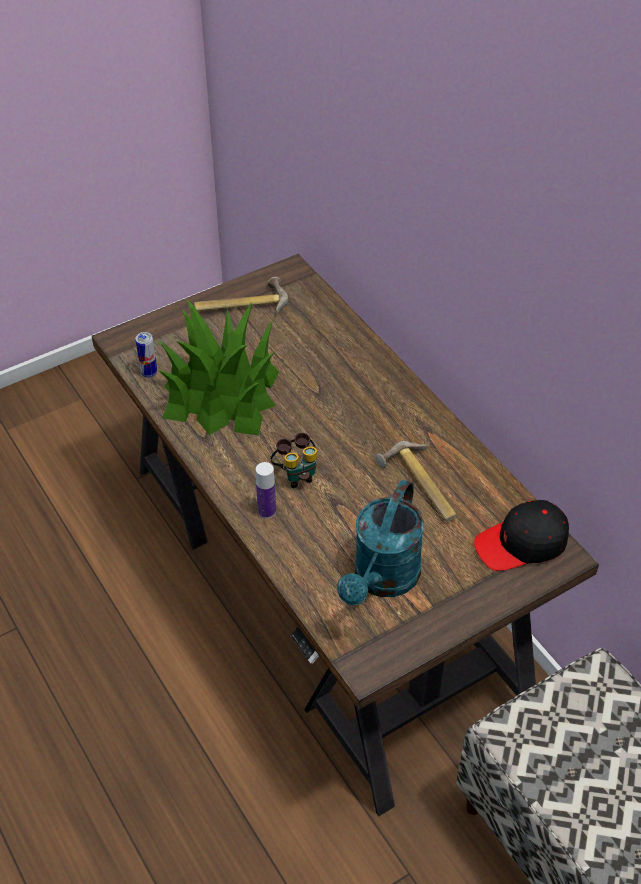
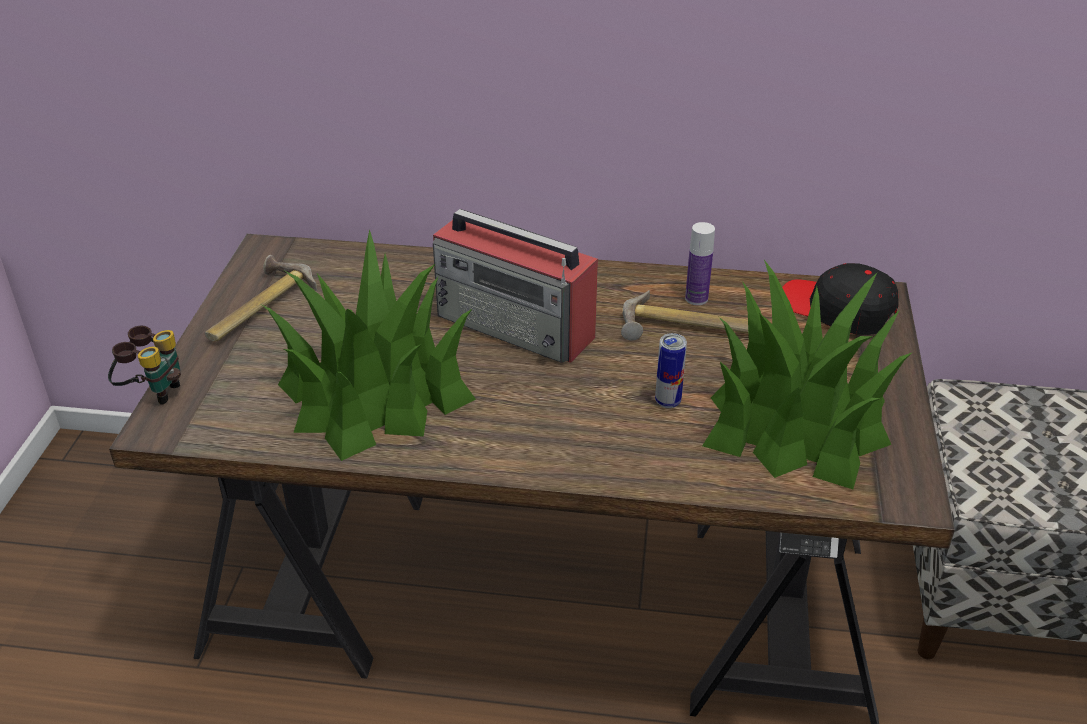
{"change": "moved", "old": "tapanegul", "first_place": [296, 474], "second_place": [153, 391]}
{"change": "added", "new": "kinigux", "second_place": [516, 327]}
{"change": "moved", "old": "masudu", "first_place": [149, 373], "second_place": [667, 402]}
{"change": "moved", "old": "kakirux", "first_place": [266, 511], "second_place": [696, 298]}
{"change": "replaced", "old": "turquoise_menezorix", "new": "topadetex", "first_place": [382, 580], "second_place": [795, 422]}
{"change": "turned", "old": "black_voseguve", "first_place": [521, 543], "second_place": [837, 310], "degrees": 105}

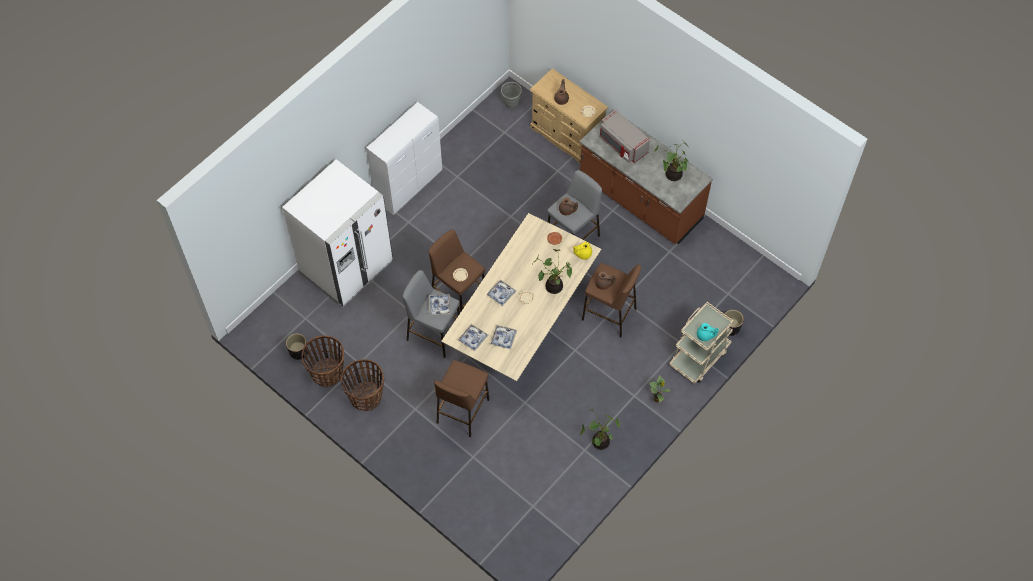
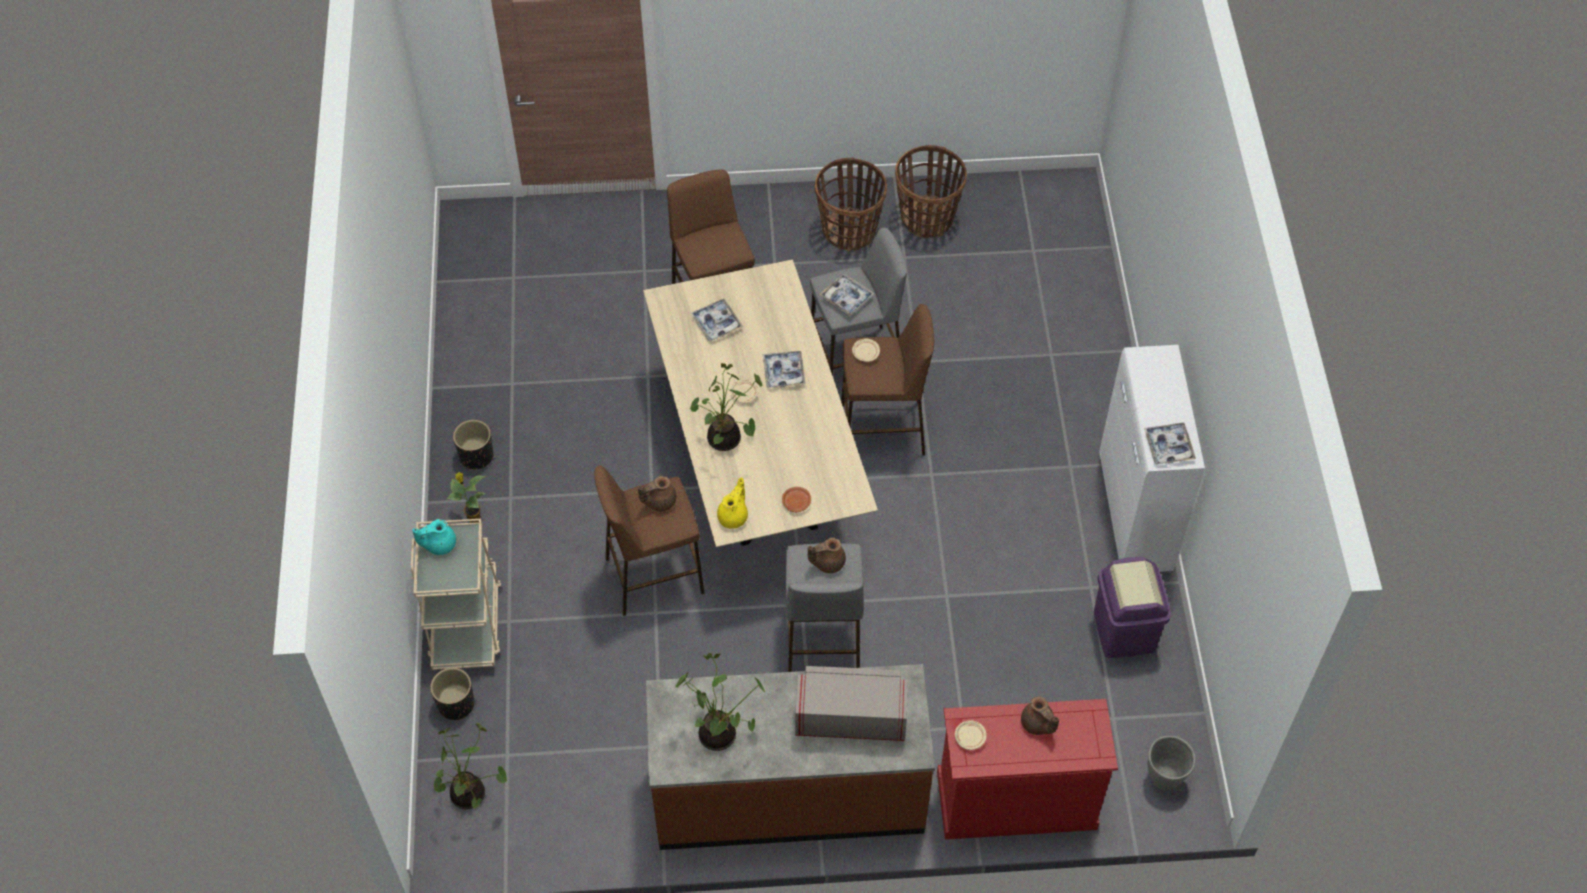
{"change": "moved", "old": "topadetex", "first_place": [599, 441], "second_place": [471, 794]}
{"change": "moved", "old": "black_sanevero", "first_place": [298, 352], "second_place": [476, 456]}
{"change": "recoloured", "old": "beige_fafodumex", "new": "red_fafodumex", "first_place": [567, 136], "second_place": [1016, 800]}
{"change": "added", "new": "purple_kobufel", "second_place": [1123, 631]}
{"change": "moved", "old": "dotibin", "first_place": [473, 339], "second_place": [1168, 447]}
{"change": "removed", "old": "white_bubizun", "first_place": [346, 267]}

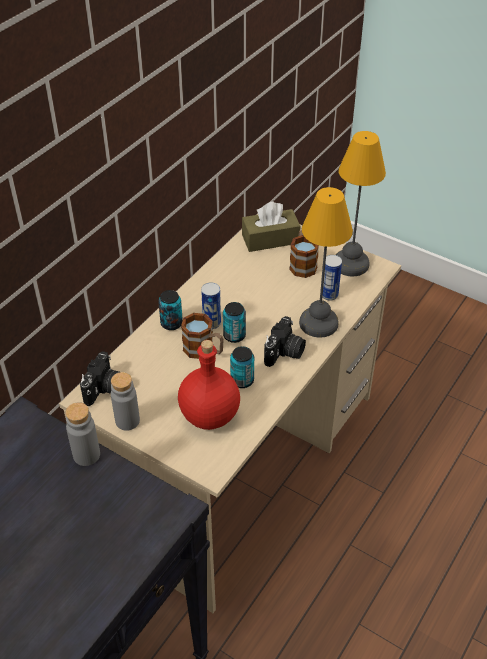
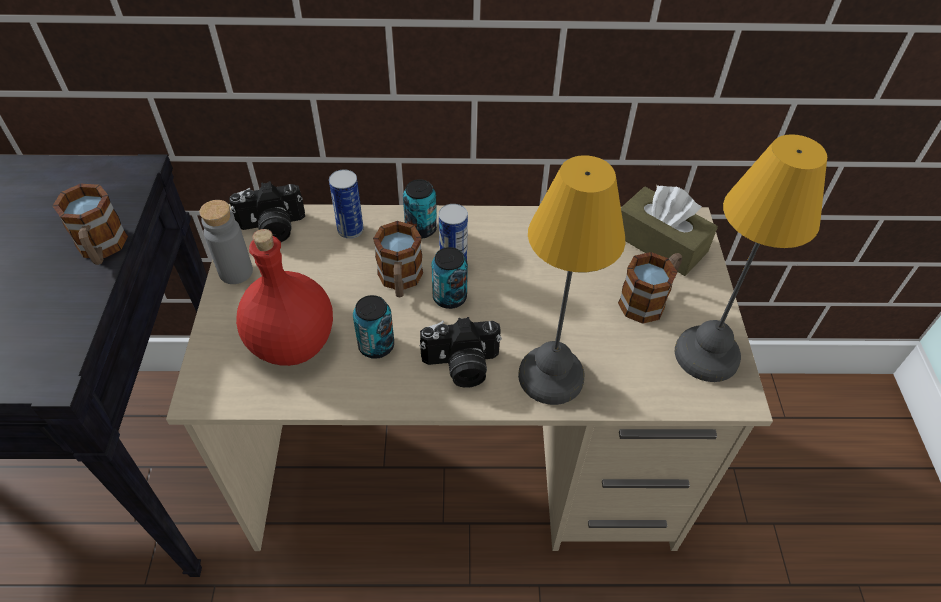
{"change": "replaced", "old": "grey_kakirux", "new": "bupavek", "first_place": [86, 455], "second_place": [102, 249]}
{"change": "moved", "old": "masudu", "first_place": [329, 295], "second_place": [350, 230]}

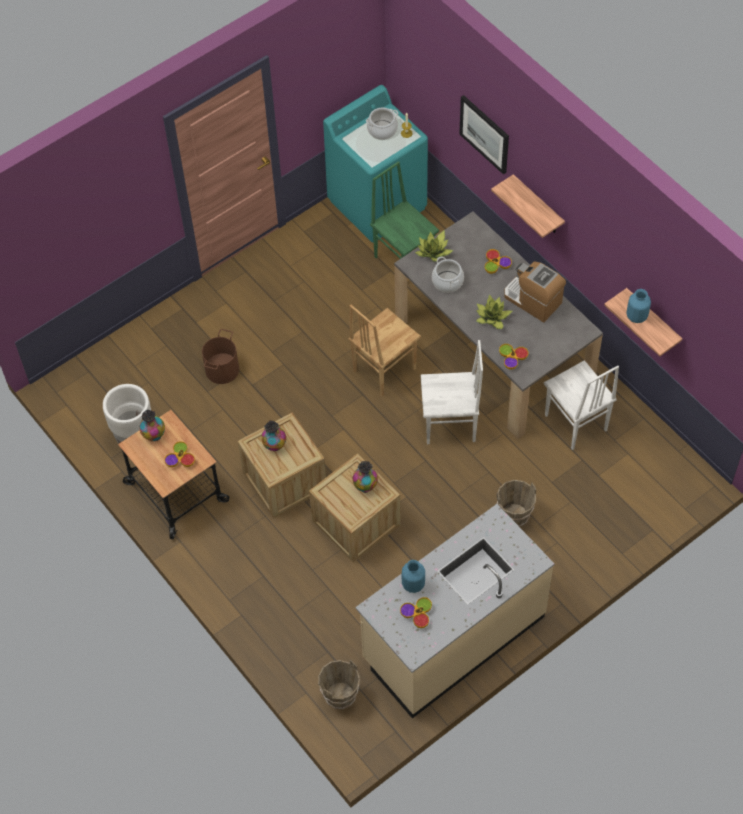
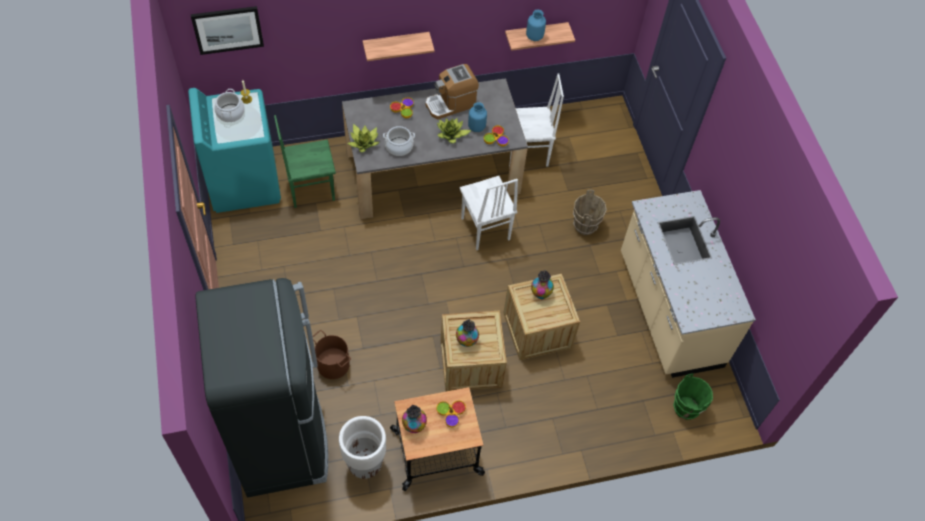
{"change": "moved", "old": "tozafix", "first_place": [485, 134], "second_place": [228, 29]}
{"change": "added", "new": "black_bubizun", "second_place": [282, 439]}
{"change": "turned", "old": "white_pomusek", "first_place": [450, 426], "second_place": [484, 229], "degrees": 135}
{"change": "moved", "old": "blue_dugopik", "first_place": [413, 584], "second_place": [476, 127]}
{"change": "recoloured", "old": "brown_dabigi", "new": "green_dabigi", "first_place": [340, 696], "second_place": [685, 408]}
{"change": "removed", "old": "brown_pomusek", "first_place": [383, 369]}
{"change": "removed", "old": "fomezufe", "first_place": [417, 614]}

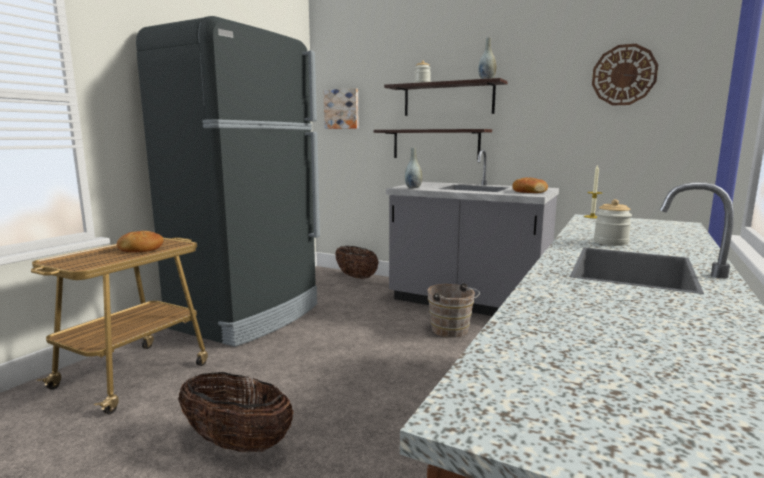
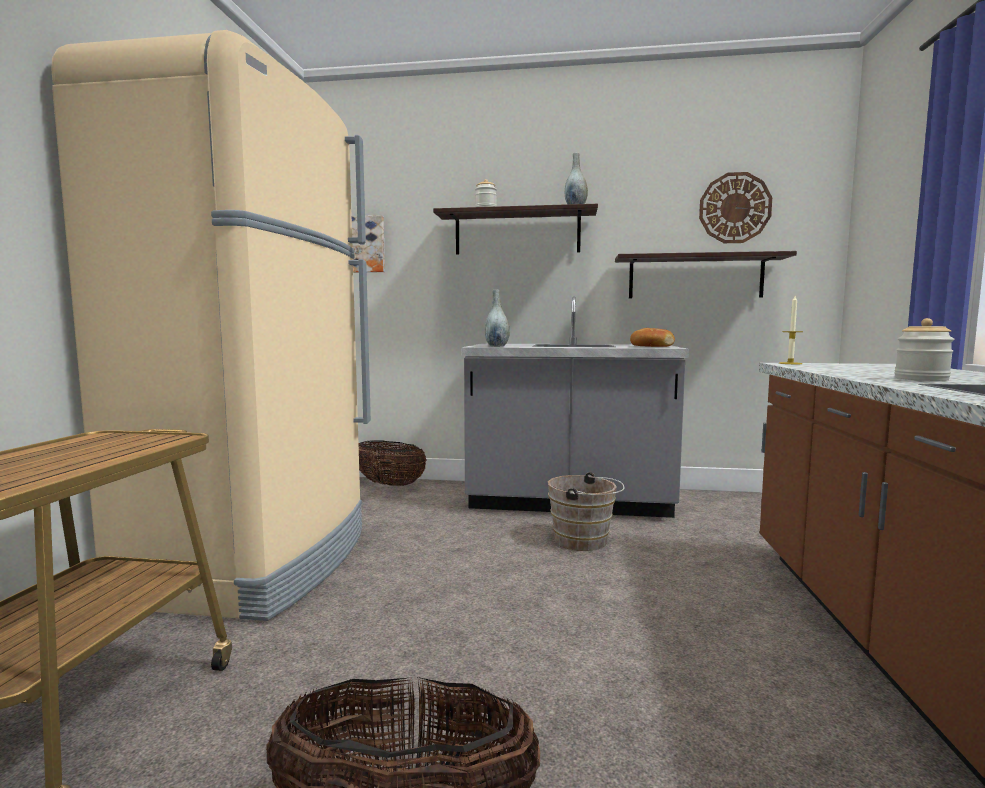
{"change": "recoloured", "old": "black_bubizun", "new": "beige_bubizun", "first_place": [248, 316], "second_place": [257, 563]}
{"change": "moved", "old": "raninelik", "first_place": [435, 144], "second_place": [695, 277]}
{"change": "removed", "old": "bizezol", "first_place": [140, 249]}

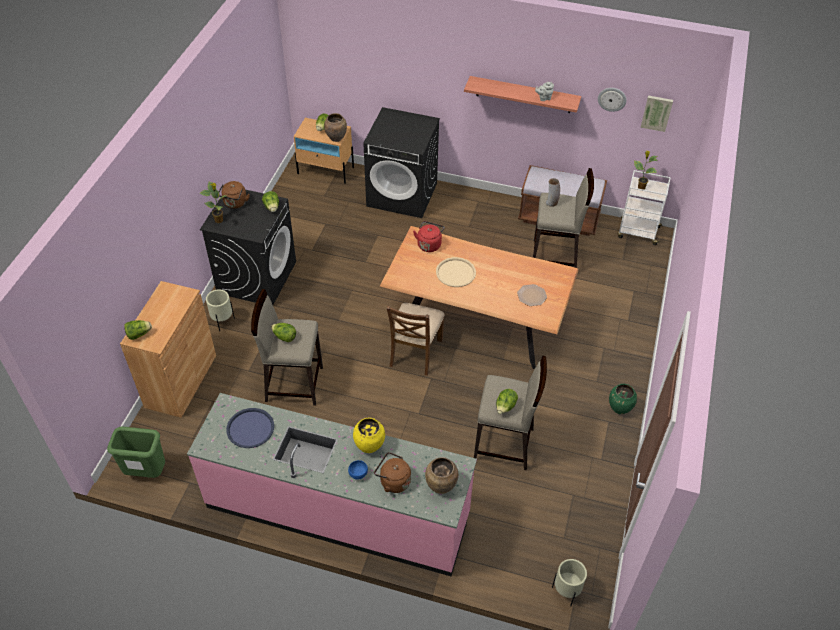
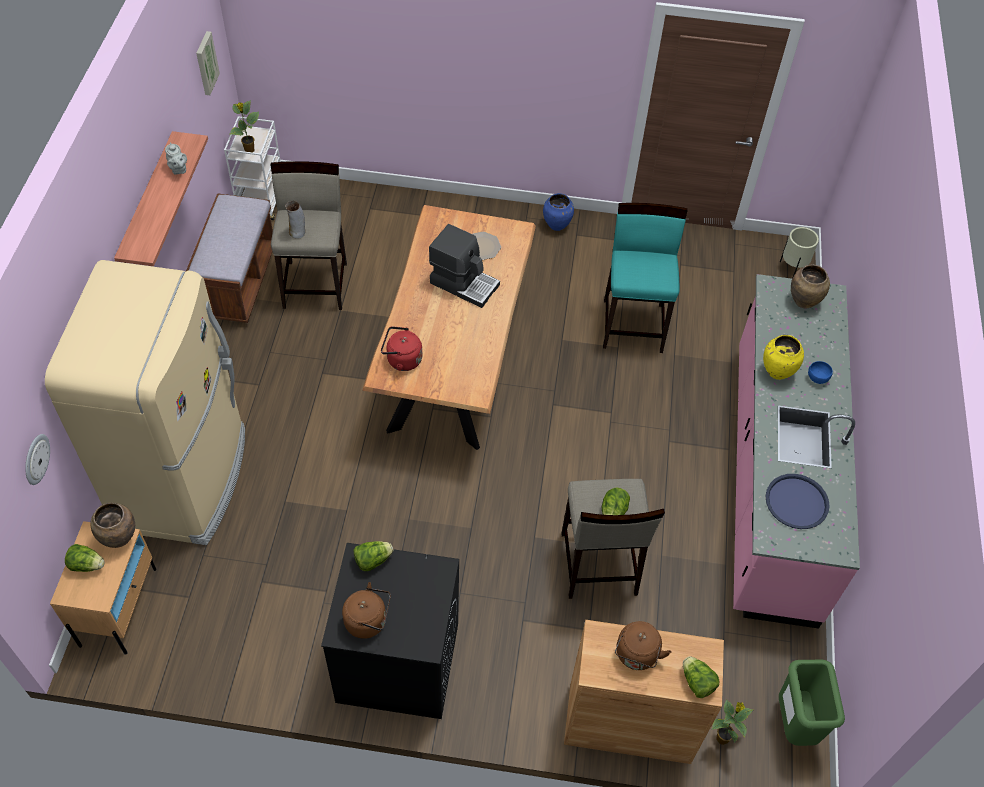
{"change": "moved", "old": "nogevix", "first_place": [612, 99], "second_place": [36, 459]}
{"change": "replaced", "old": "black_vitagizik", "new": "beige_bubizun", "first_place": [402, 194], "second_place": [185, 478]}
{"change": "added", "new": "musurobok", "second_place": [464, 283]}
{"change": "recoloured", "old": "green_dugopik", "new": "blue_dugopik", "first_place": [619, 409], "second_place": [557, 225]}
{"change": "recoloured", "old": "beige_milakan", "new": "turquoise_milakan", "first_place": [504, 444], "second_place": [633, 325]}
{"change": "moved", "old": "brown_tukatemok", "first_place": [393, 481], "second_place": [636, 656]}
{"change": "moved", "old": "topadetex", "first_place": [219, 220], "second_place": [722, 737]}
{"change": "removed", "old": "beige_sanevero", "first_place": [223, 322]}
{"change": "removed", "old": "brown_pomusek", "first_place": [415, 352]}
{"change": "removed", "old": "beige_dotibin", "first_place": [455, 273]}
{"change": "removed", "old": "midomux", "first_place": [505, 407]}

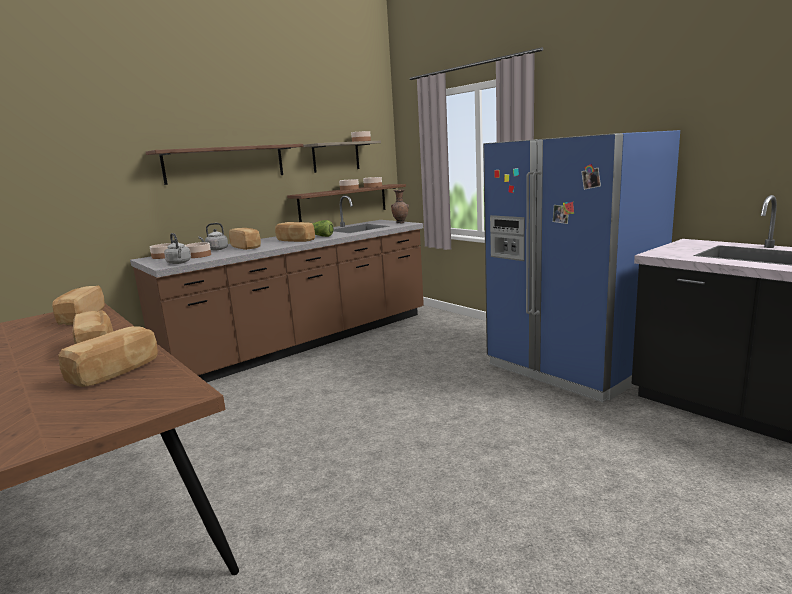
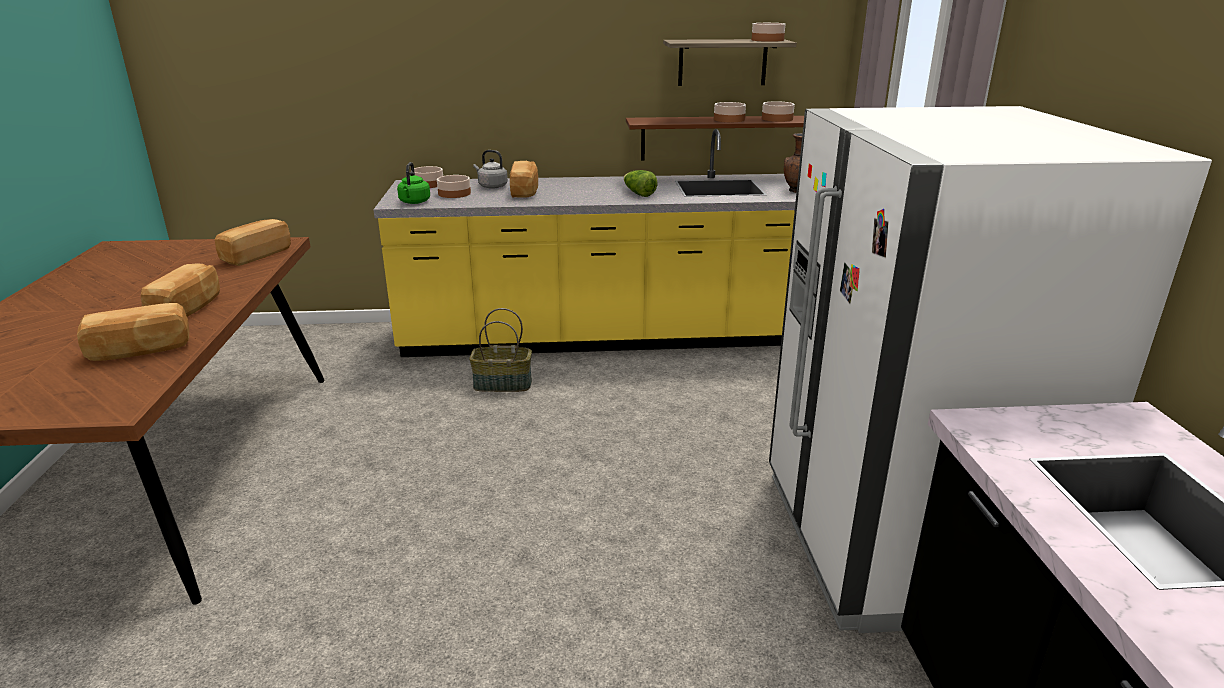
{"change": "recoloured", "old": "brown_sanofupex", "new": "yellow_sanofupex", "first_place": [304, 342], "second_place": [600, 338]}
{"change": "recoloured", "old": "grey_tukatemok", "new": "green_tukatemok", "first_place": [179, 263], "second_place": [414, 202]}
{"change": "added", "new": "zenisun", "second_place": [502, 385]}
{"change": "recoloured", "old": "blue_bubizun", "new": "white_bubizun", "first_place": [571, 367], "second_place": [894, 542]}
{"change": "removed", "old": "brown_raninelik", "first_place": [225, 164]}
{"change": "removed", "old": "bizezol", "first_place": [295, 240]}

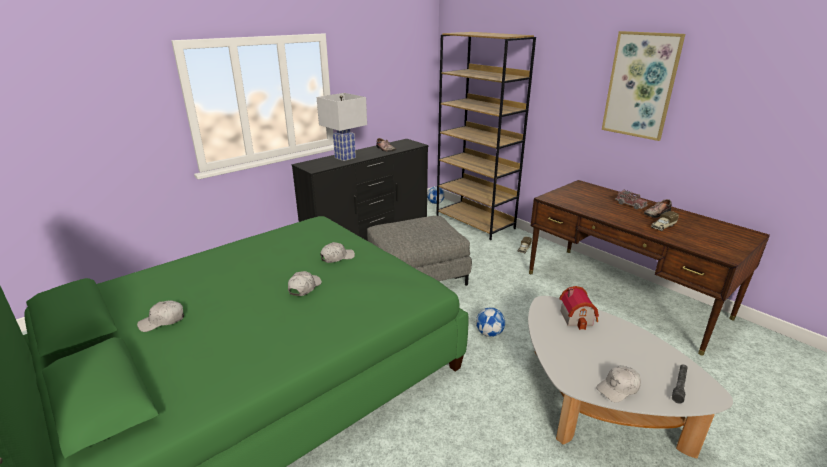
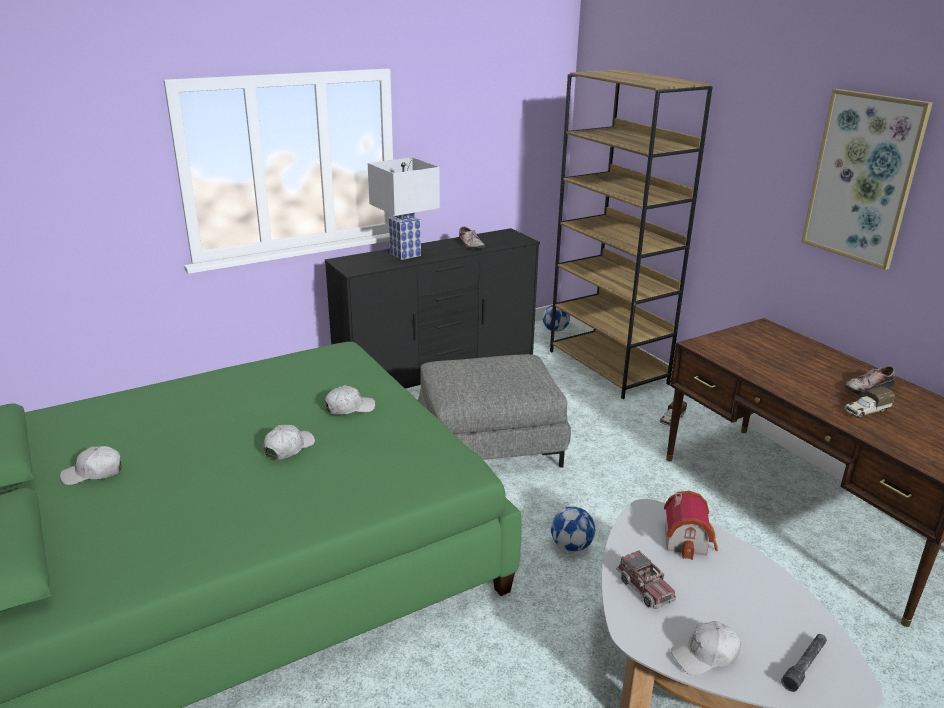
{"change": "moved", "old": "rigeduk", "first_place": [630, 204], "second_place": [645, 588]}

